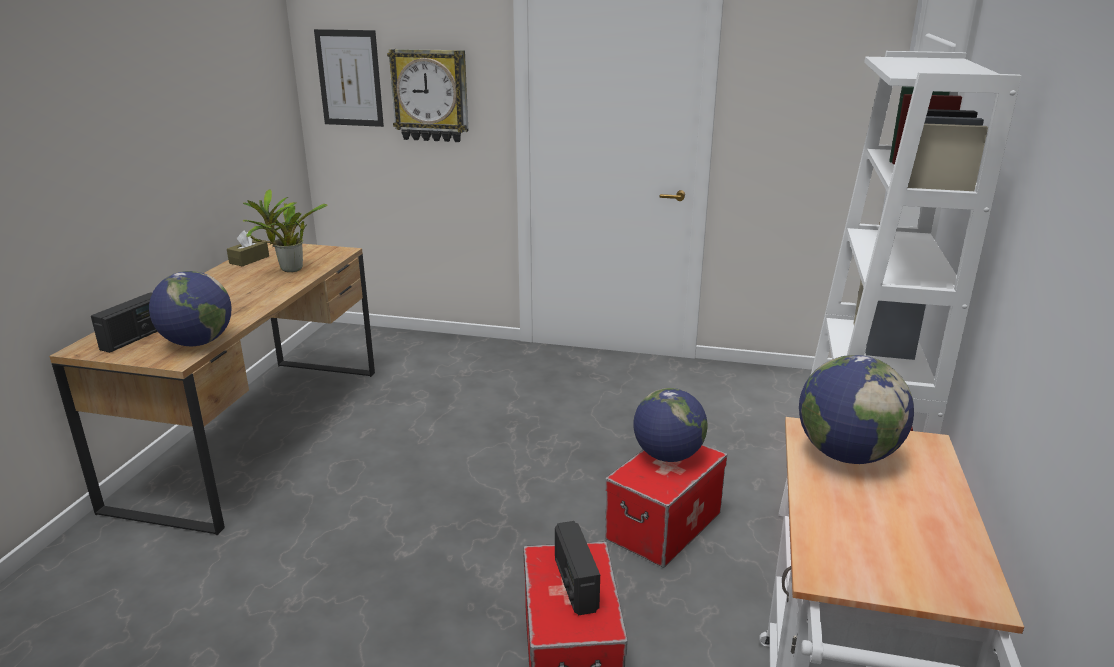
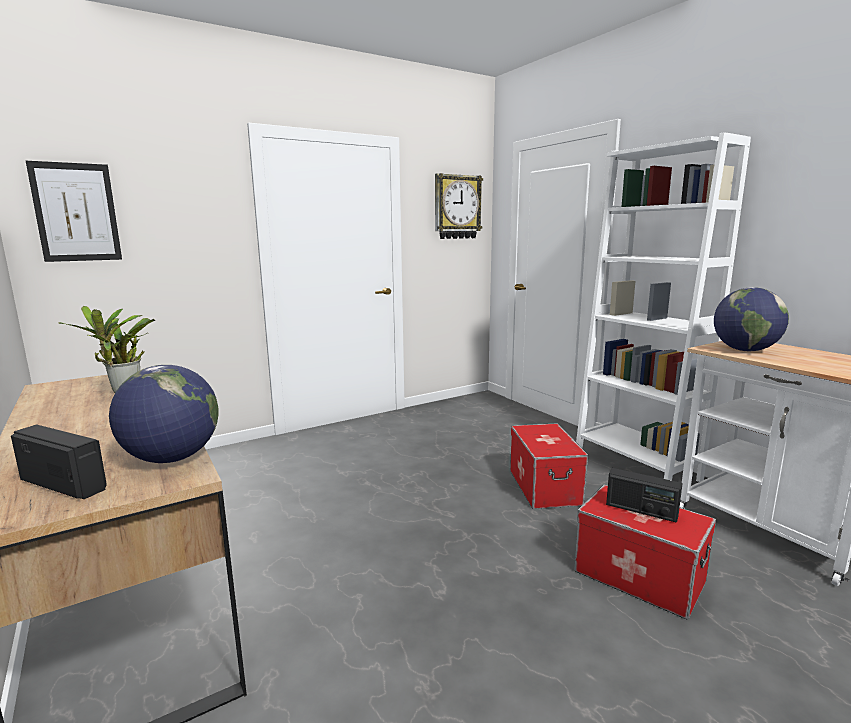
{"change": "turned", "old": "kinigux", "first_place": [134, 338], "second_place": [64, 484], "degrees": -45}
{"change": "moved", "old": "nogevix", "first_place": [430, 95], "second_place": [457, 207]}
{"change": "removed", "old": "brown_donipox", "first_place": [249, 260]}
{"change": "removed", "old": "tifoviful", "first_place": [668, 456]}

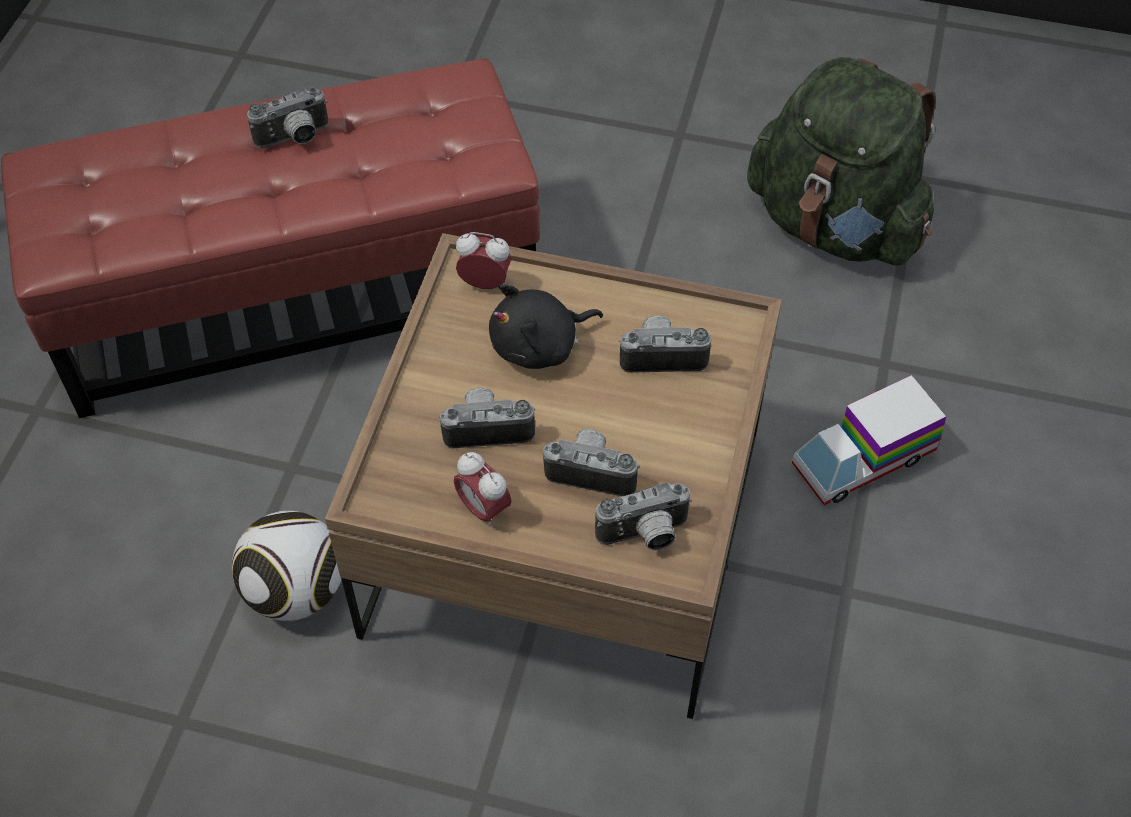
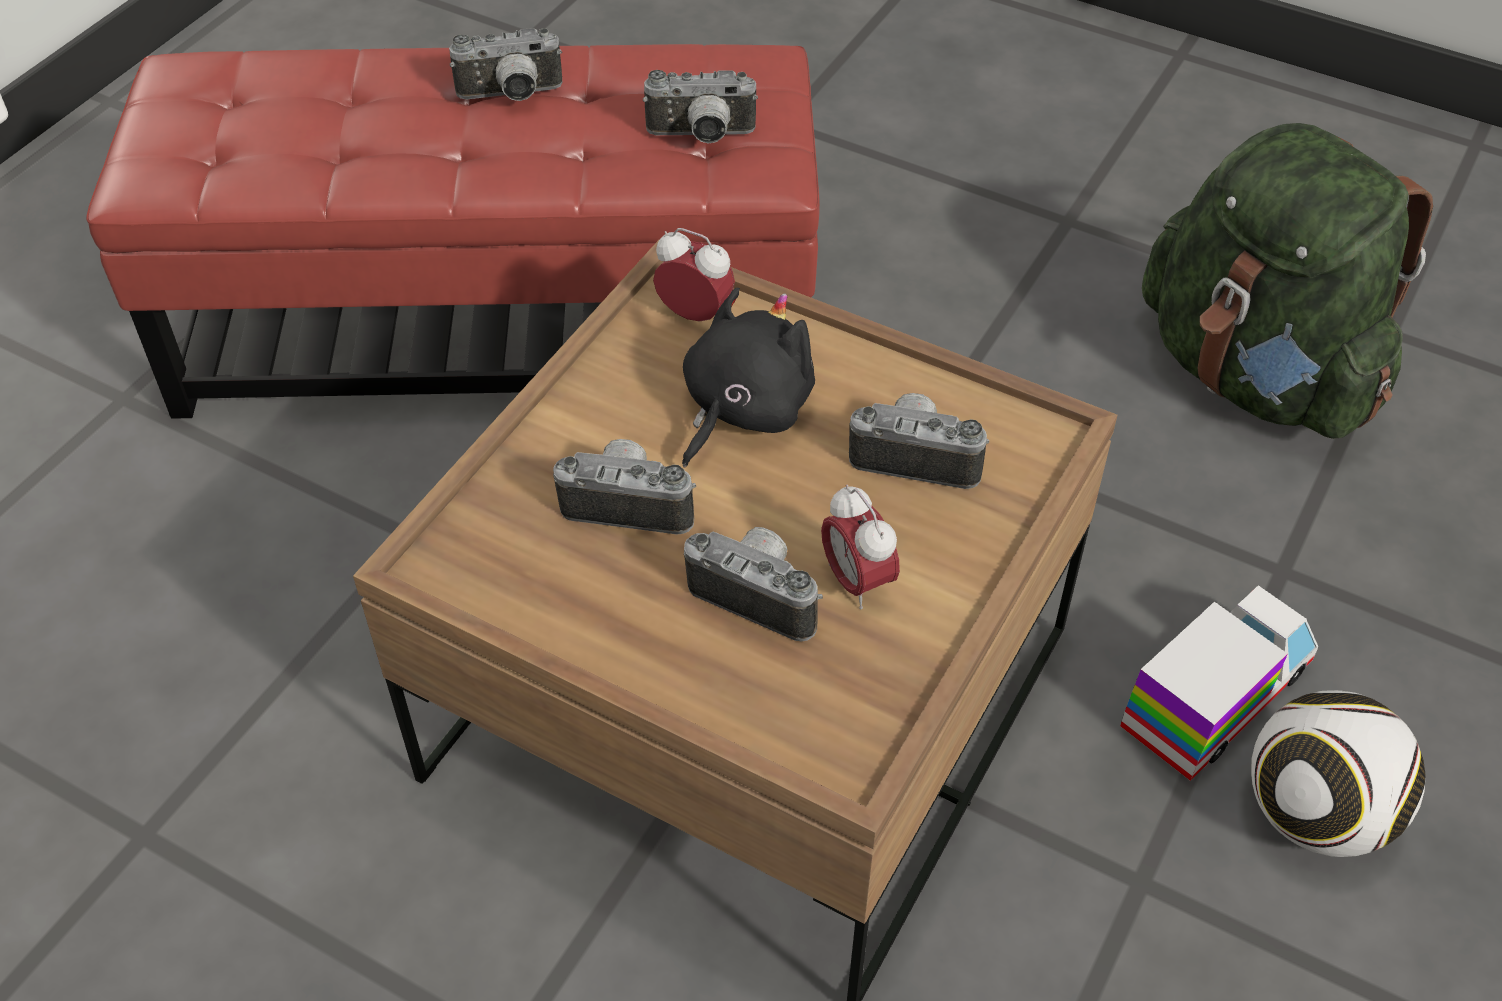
{"change": "moved", "old": "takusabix", "first_place": [645, 536], "second_place": [701, 137]}
{"change": "turned", "old": "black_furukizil", "first_place": [539, 346], "second_place": [743, 409], "degrees": 135}
{"change": "moved", "old": "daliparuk", "first_place": [483, 509], "second_place": [857, 581]}
{"change": "turned", "old": "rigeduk", "first_place": [863, 460], "second_place": [1215, 698], "degrees": 150}
{"change": "moved", "old": "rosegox", "first_place": [296, 592], "second_place": [1315, 815]}

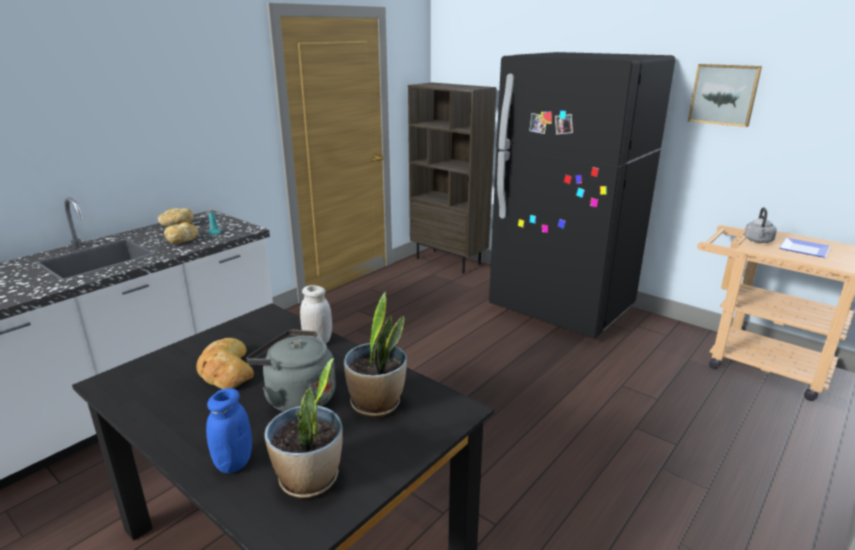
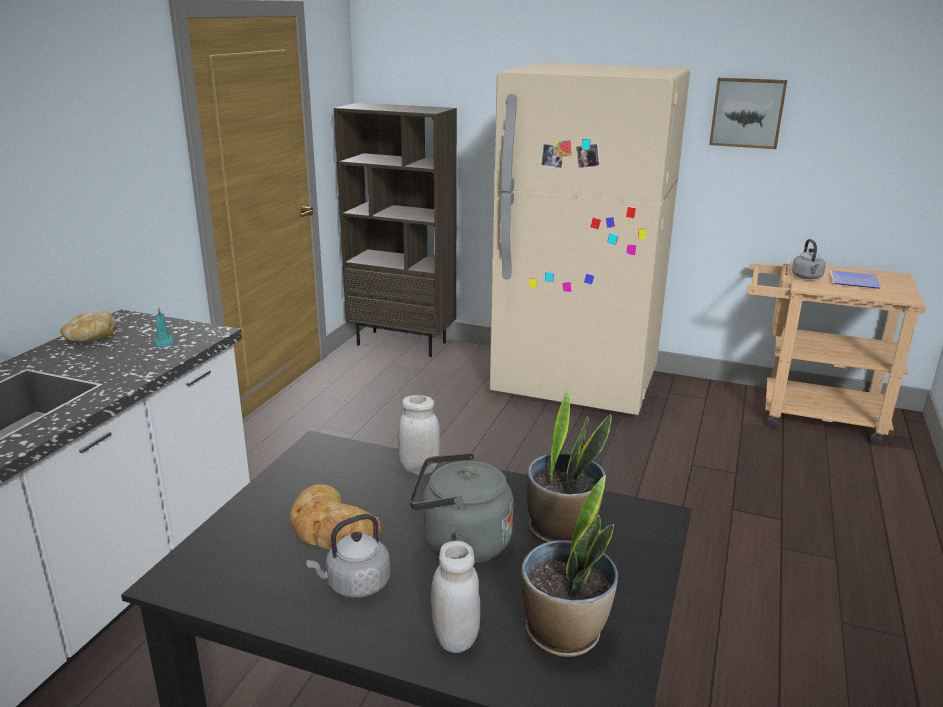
{"change": "added", "new": "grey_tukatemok", "second_place": [355, 585]}
{"change": "recoloured", "old": "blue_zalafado", "new": "white_zalafado", "first_place": [234, 463], "second_place": [455, 638]}
{"change": "recoloured", "old": "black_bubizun", "new": "beige_bubizun", "first_place": [561, 308], "second_place": [575, 384]}
{"change": "removed", "old": "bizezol", "first_place": [182, 240]}

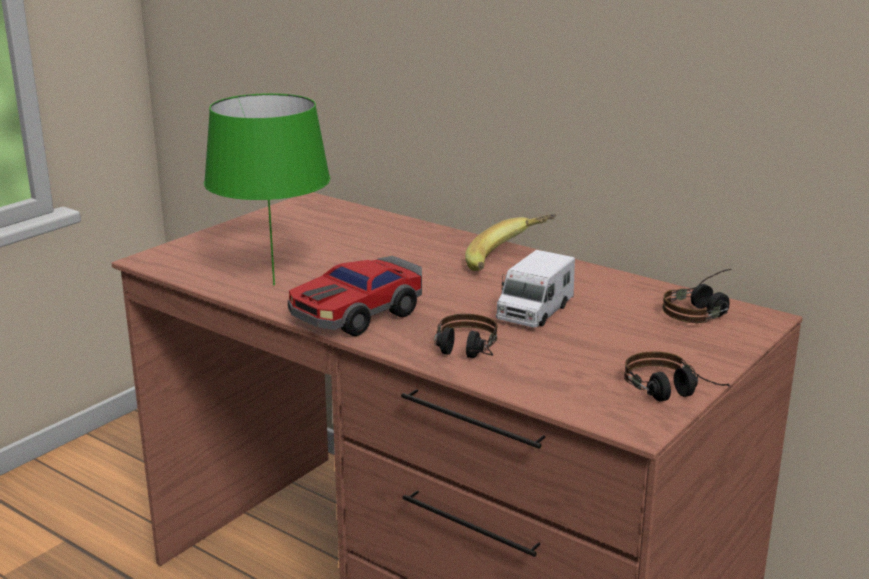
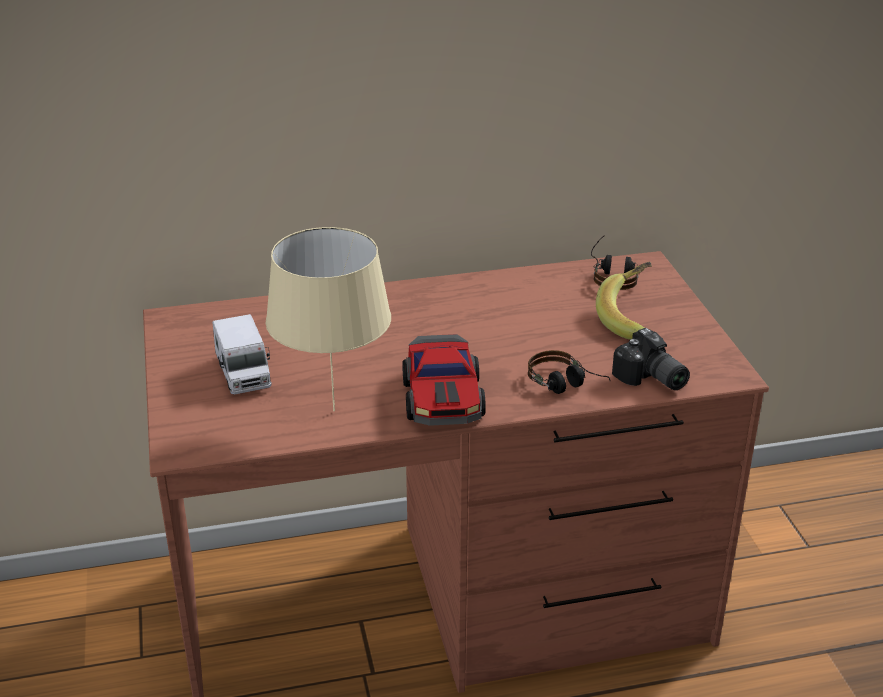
{"change": "moved", "old": "rigeduk", "first_place": [534, 311], "second_place": [243, 373]}
{"change": "recoloured", "old": "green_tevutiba", "new": "beige_tevutiba", "first_place": [272, 285], "second_place": [332, 411]}
{"change": "moved", "old": "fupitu", "first_place": [509, 262], "second_place": [633, 318]}
{"change": "added", "new": "takusabix", "second_place": [650, 379]}
{"change": "removed", "old": "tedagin", "first_place": [674, 395]}

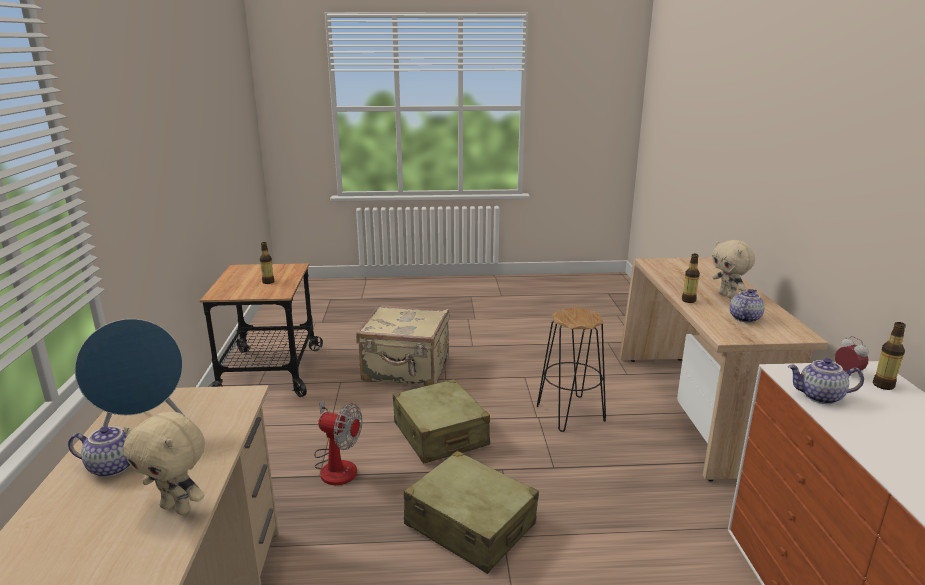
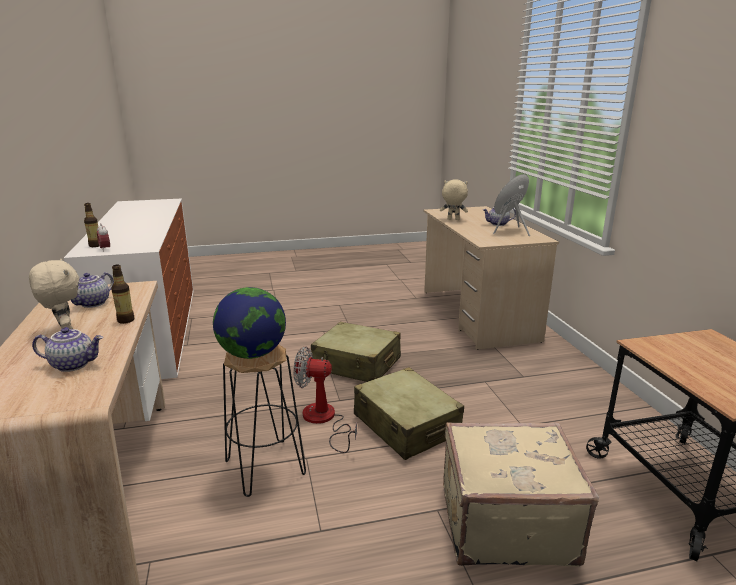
{"change": "moved", "old": "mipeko", "first_place": [820, 397], "second_place": [74, 364]}
{"change": "added", "new": "tifoviful", "second_place": [252, 354]}
{"change": "moved", "old": "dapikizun", "first_place": [336, 465], "second_place": [324, 420]}
{"change": "removed", "old": "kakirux", "first_place": [268, 282]}

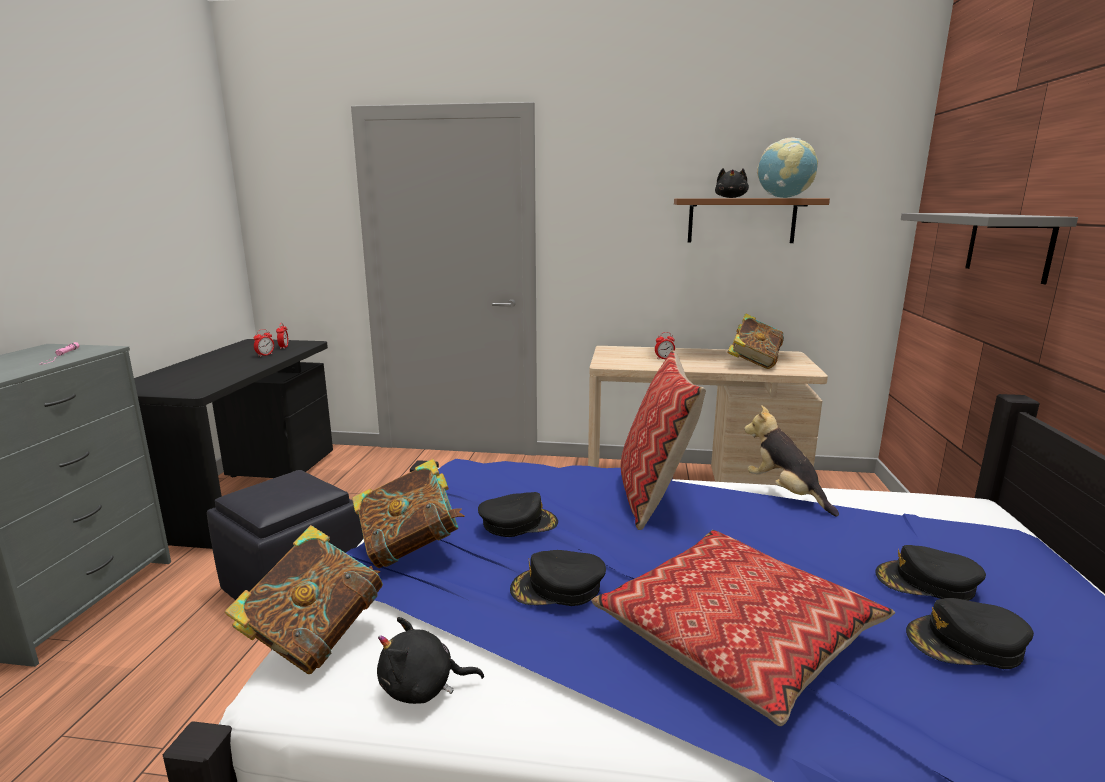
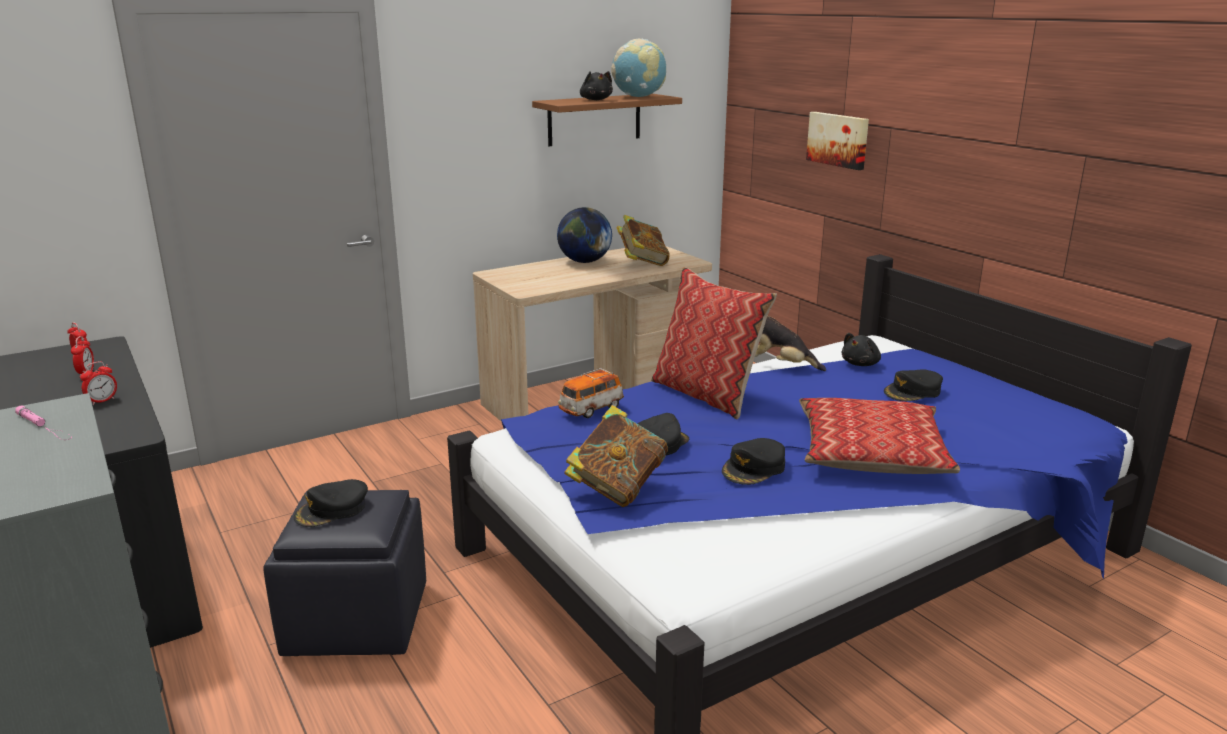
{"change": "moved", "old": "daliparuk", "first_place": [664, 358], "second_place": [102, 401]}
{"change": "moved", "old": "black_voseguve", "first_place": [966, 643], "second_place": [332, 510]}
{"change": "added", "new": "tifoviful", "second_place": [584, 262]}
{"change": "added", "new": "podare", "second_place": [591, 409]}
{"change": "replaced", "old": "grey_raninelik", "new": "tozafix", "first_place": [1008, 245], "second_place": [838, 140]}
{"change": "moved", "old": "black_furukizil", "first_place": [423, 688], "second_place": [861, 364]}
{"change": "removed", "old": "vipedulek", "first_place": [315, 638]}

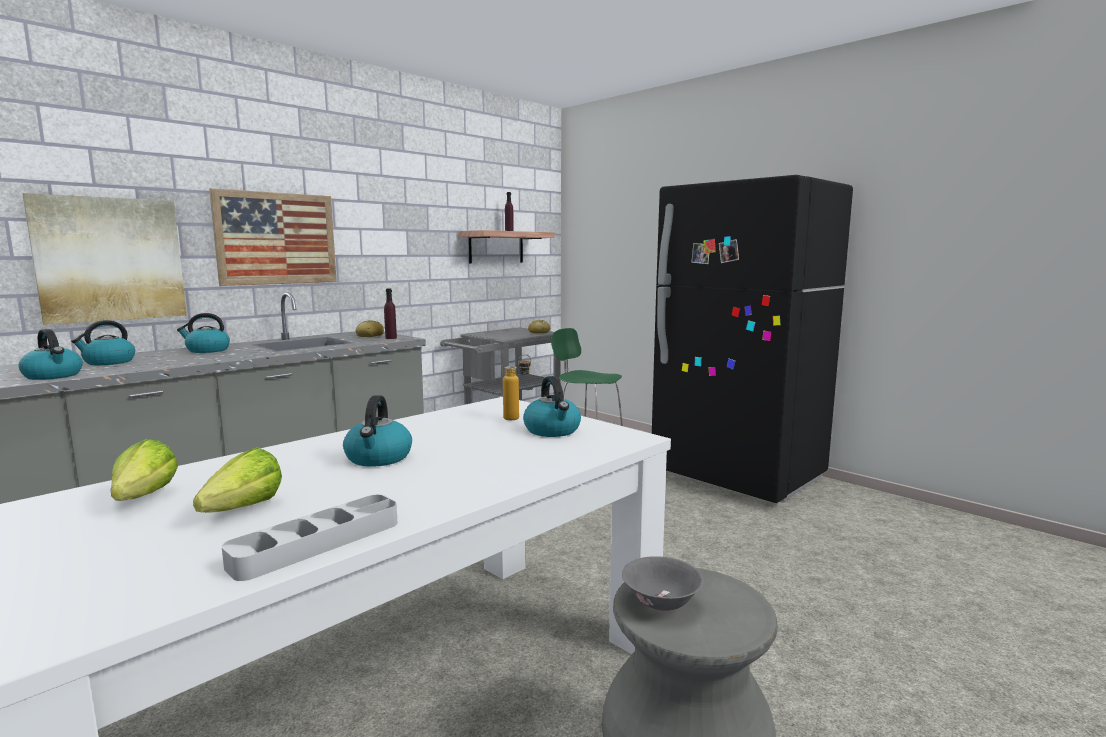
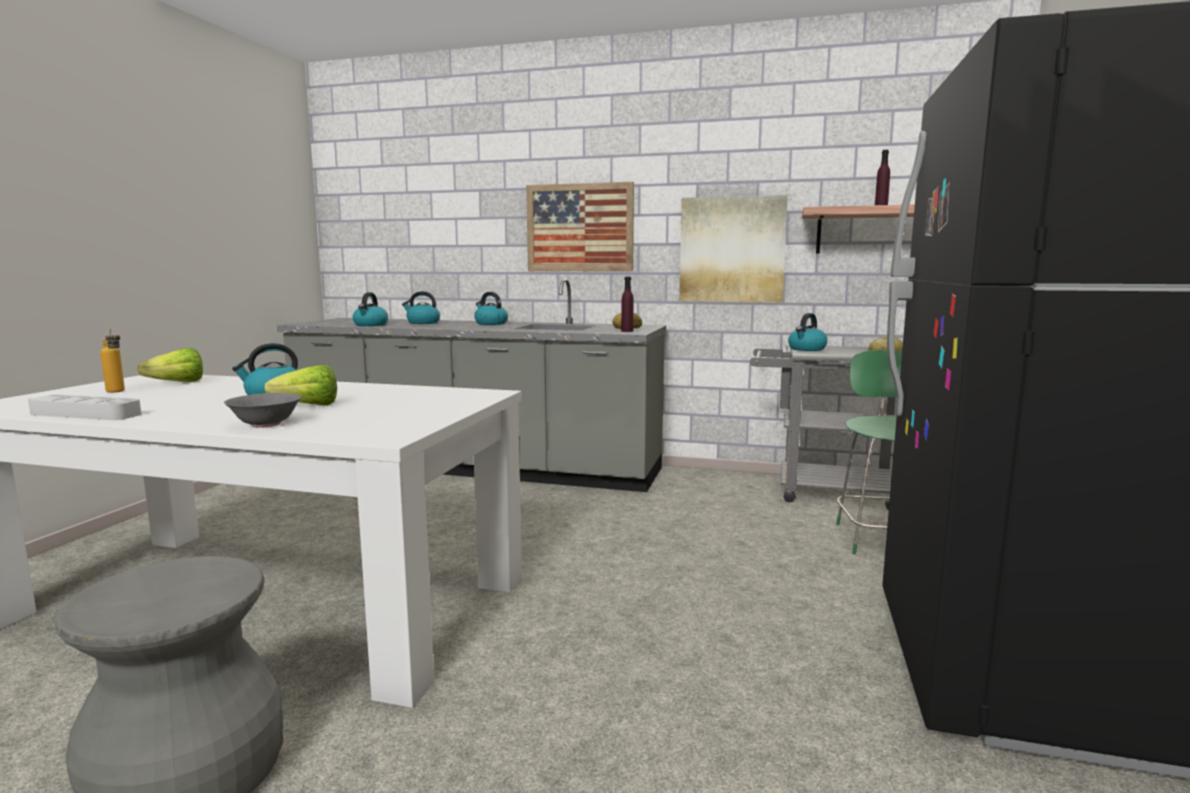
{"change": "moved", "old": "kakirux", "first_place": [517, 418], "second_place": [117, 392]}
{"change": "moved", "old": "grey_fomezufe", "first_place": [661, 603], "second_place": [266, 424]}
{"change": "moved", "old": "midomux", "first_place": [236, 512], "second_place": [302, 406]}
{"change": "moved", "old": "tozafix", "first_place": [110, 259], "second_place": [732, 250]}
{"change": "moved", "old": "tukatemok", "first_place": [553, 430], "second_place": [807, 349]}

